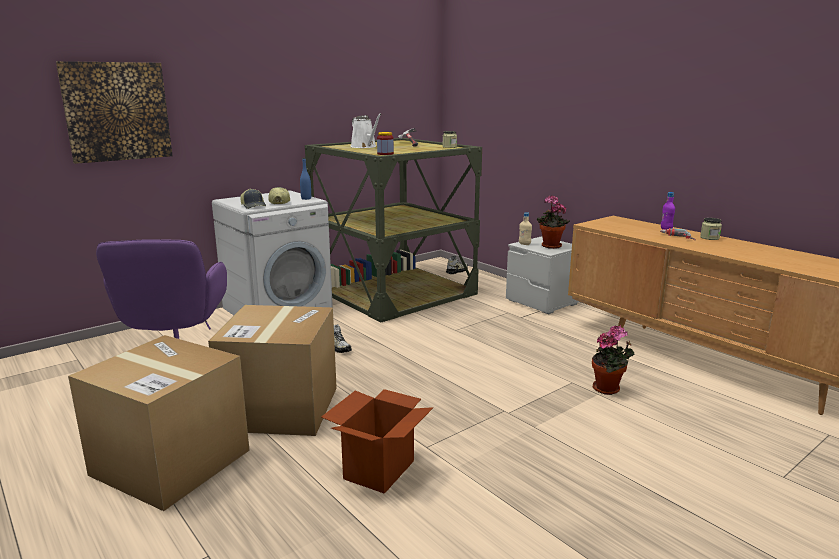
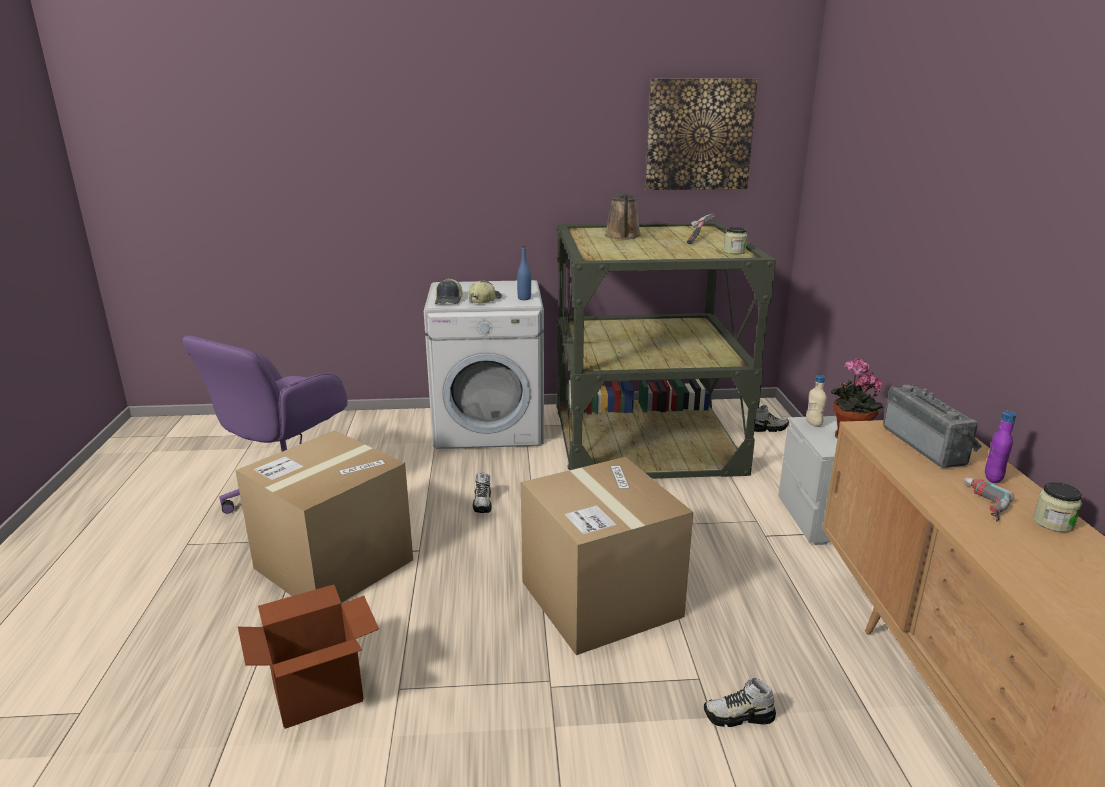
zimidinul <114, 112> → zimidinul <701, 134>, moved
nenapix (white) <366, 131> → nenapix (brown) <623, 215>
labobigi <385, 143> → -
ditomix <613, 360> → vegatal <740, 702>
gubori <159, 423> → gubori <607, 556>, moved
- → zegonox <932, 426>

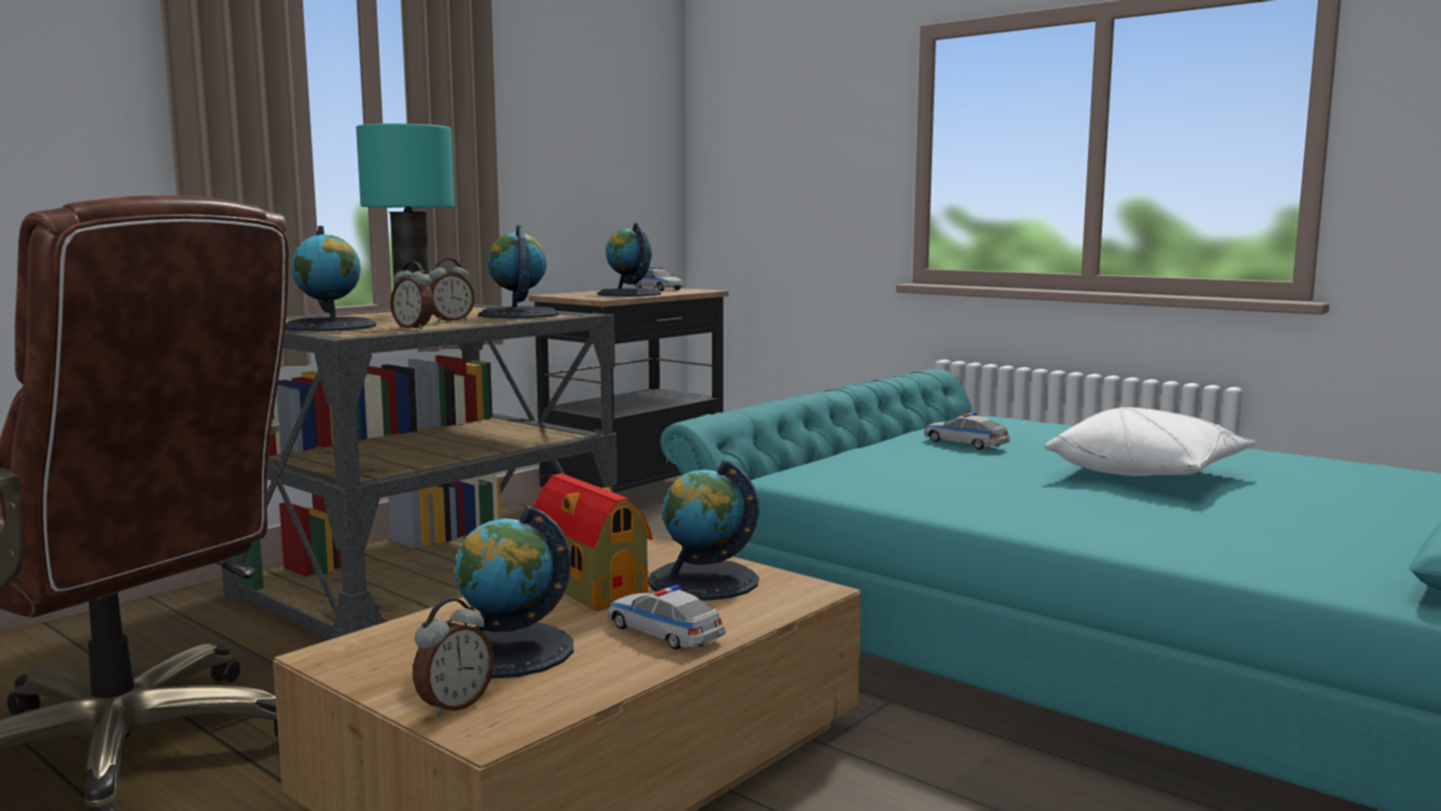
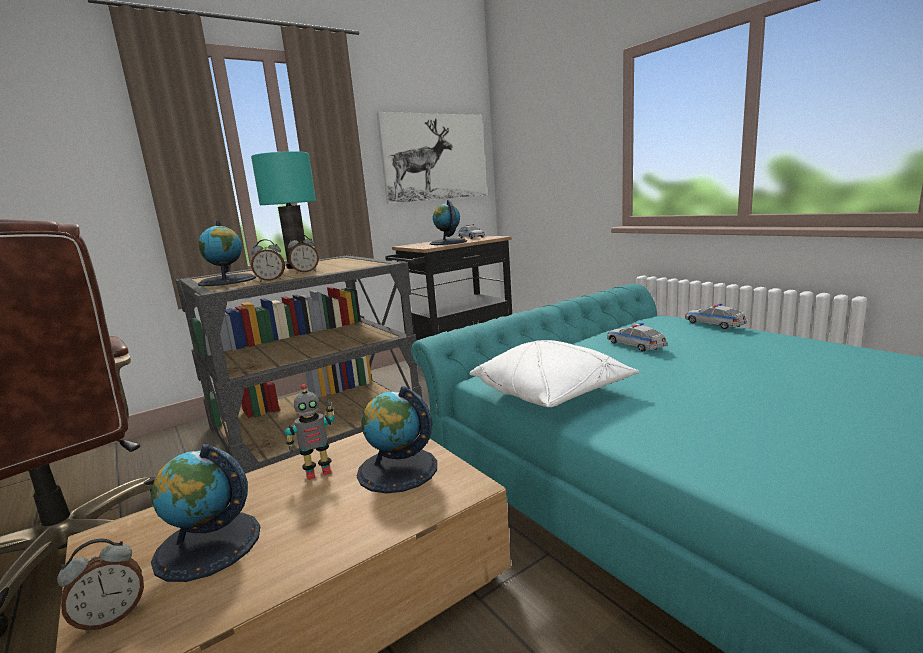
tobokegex <518, 271> → -
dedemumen <412, 295> → dedemumen <268, 260>, 60 degrees counterclockwise
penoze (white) <1150, 441> → penoze (white) <554, 373>, moved
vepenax <593, 542> → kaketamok <310, 432>
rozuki <667, 617> → rozuki <716, 316>, moved
- → zimidinul <432, 158>

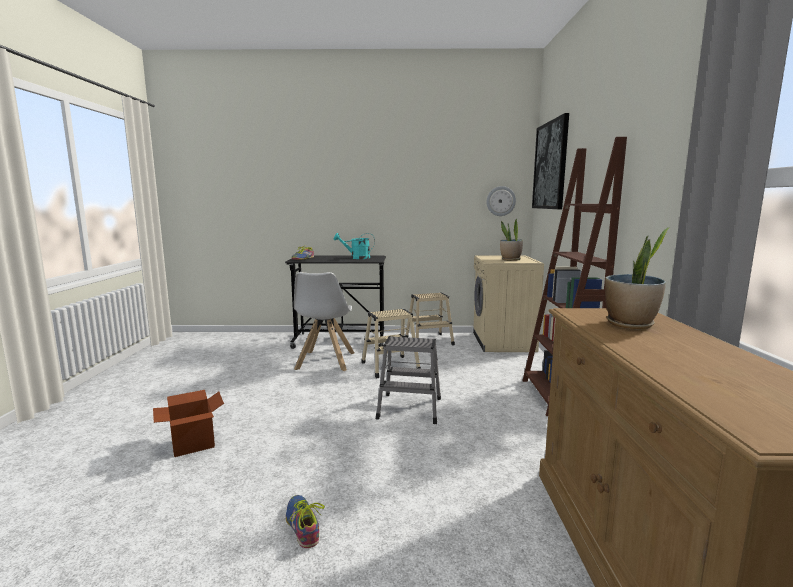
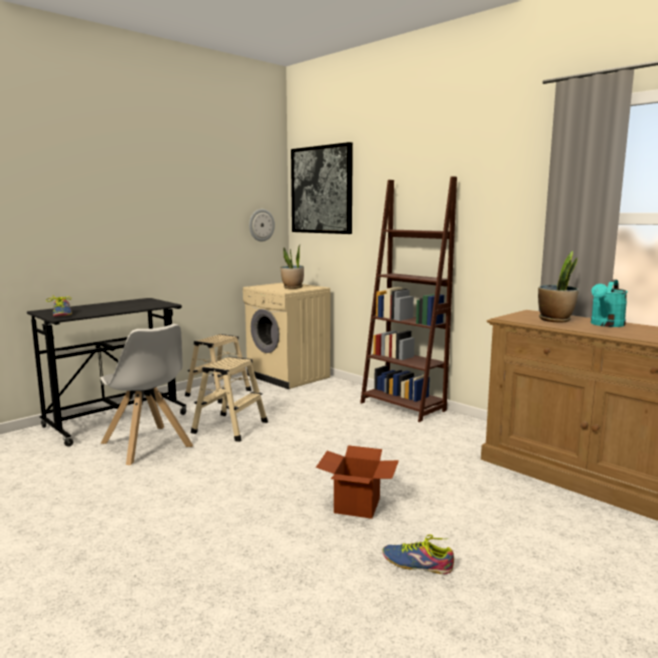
nenapix (turquoise) <354, 246> → nenapix (turquoise) <609, 303>, moved
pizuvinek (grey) <408, 380> → -
gubori <188, 423> → gubori <357, 482>, moved

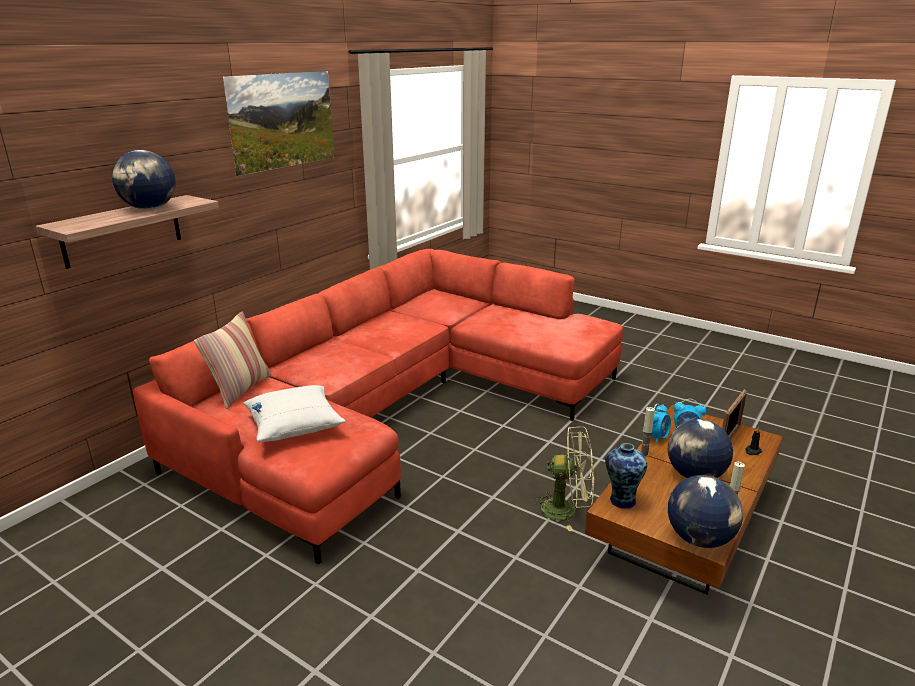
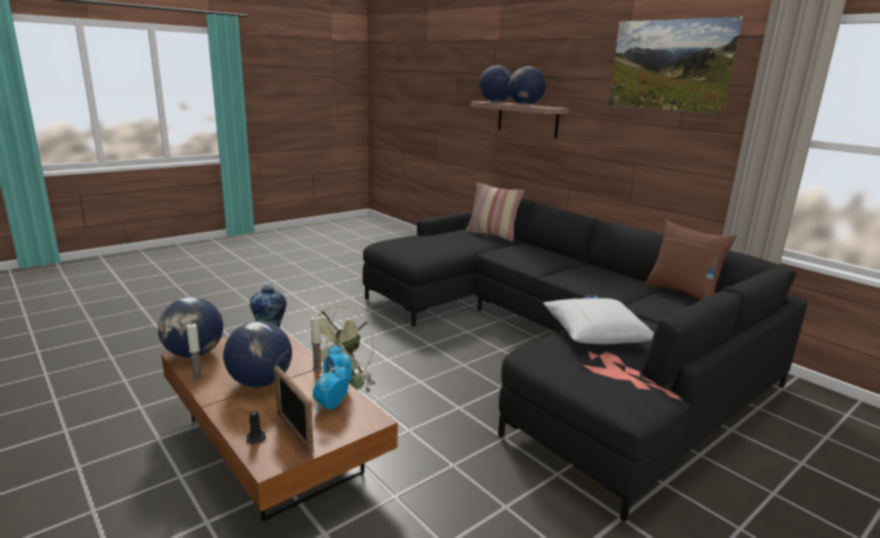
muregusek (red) <378, 406> → muregusek (black) <585, 360>
penoze (grey) <294, 413> → penoze (grey) <598, 319>, moved
- → tobokegex <495, 83>
- → penoze (brown) <690, 260>

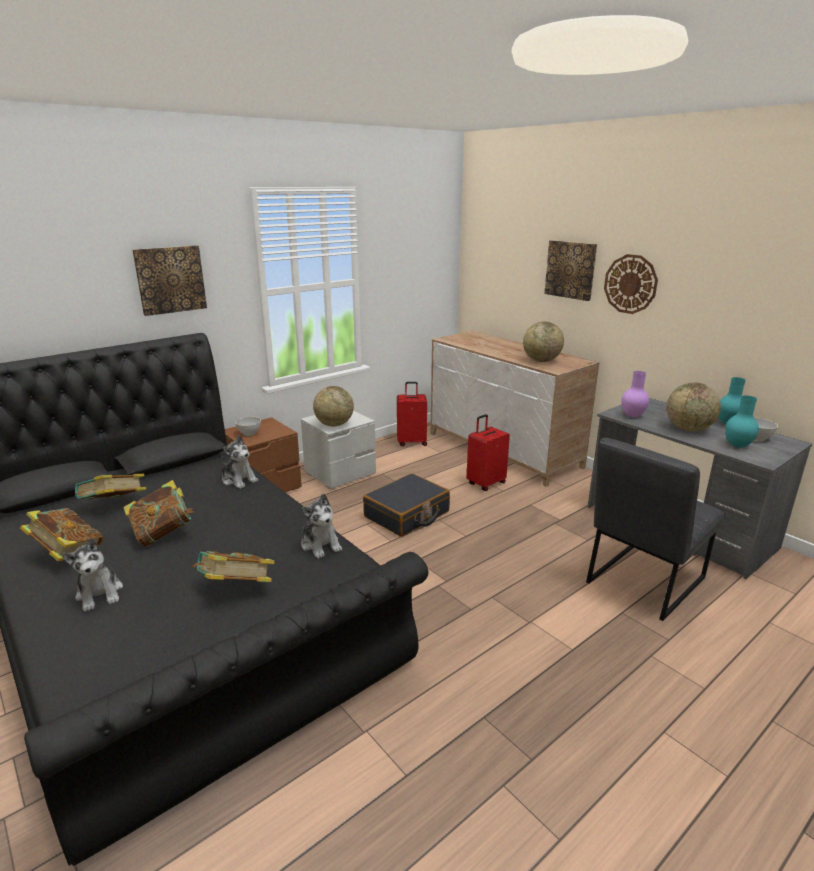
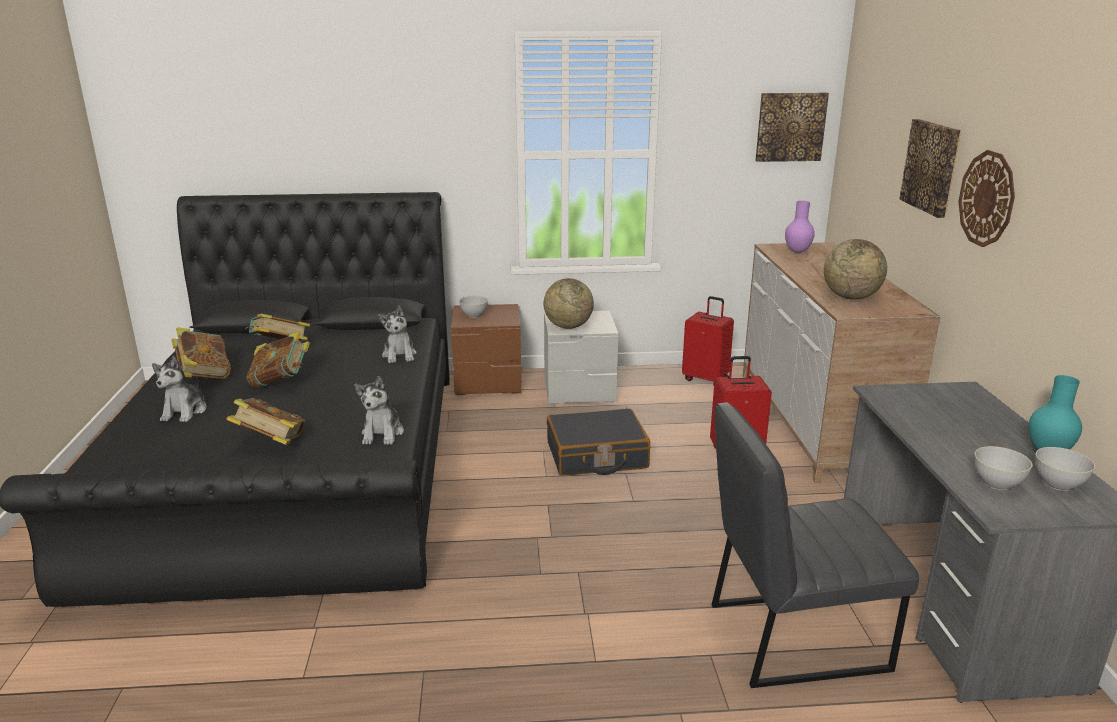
zimidinul <169, 280> → zimidinul <792, 127>, moved
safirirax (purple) <635, 394> → safirirax (purple) <800, 227>, moved
tobokegex <694, 406> → -
safirirax (turquoise) <742, 421> → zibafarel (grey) <1003, 468>

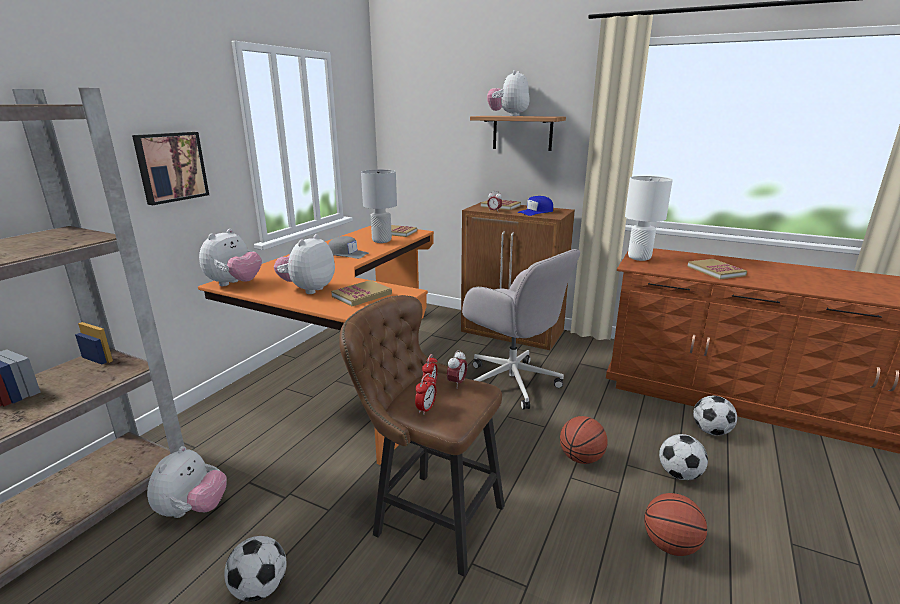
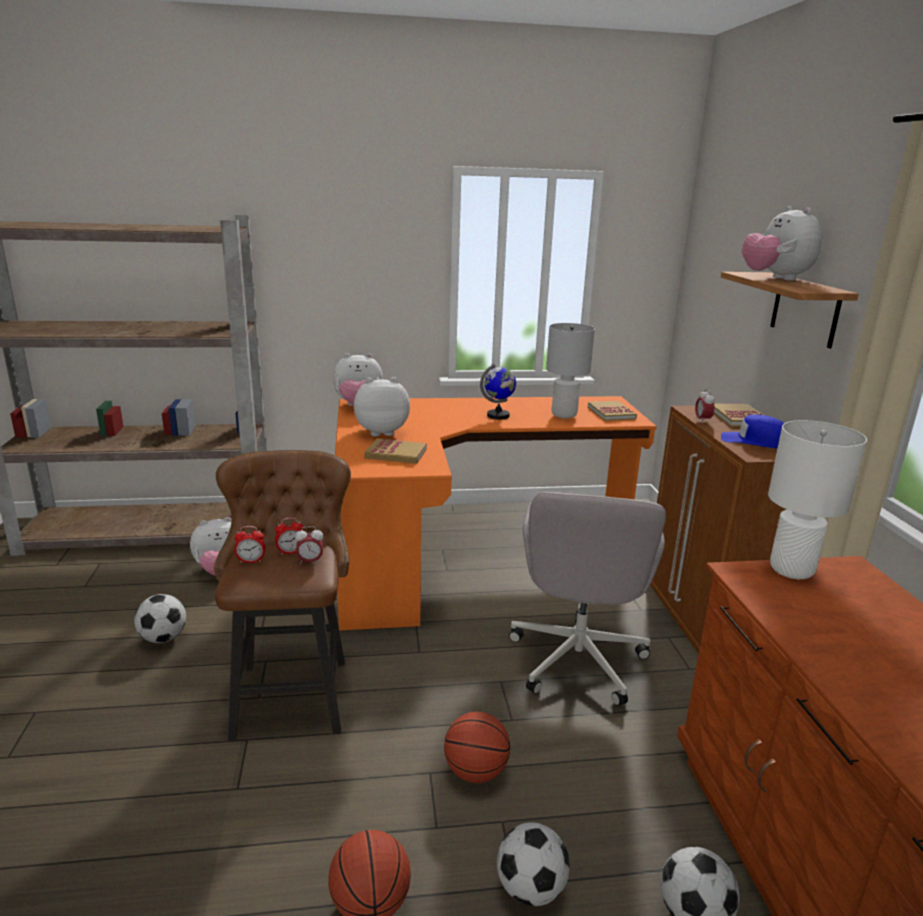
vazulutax <508, 93> → vazulutax <782, 243>, 90 degrees counterclockwise
zimidinul <170, 168> → -
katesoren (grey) <348, 247> → tobokegex <498, 392>
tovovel <717, 269> → -

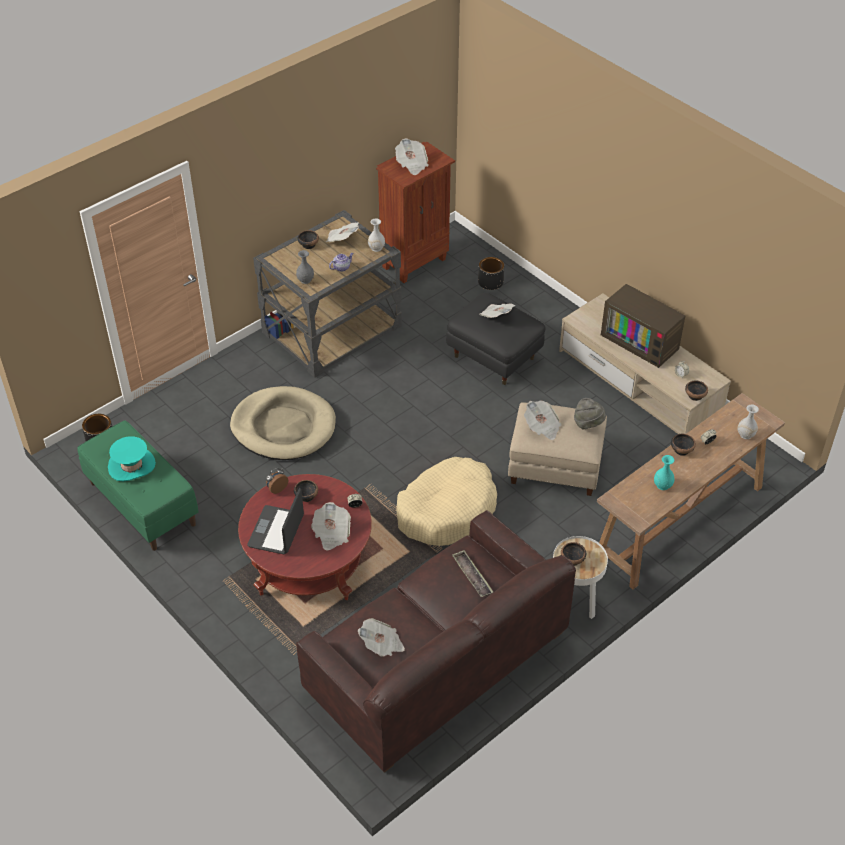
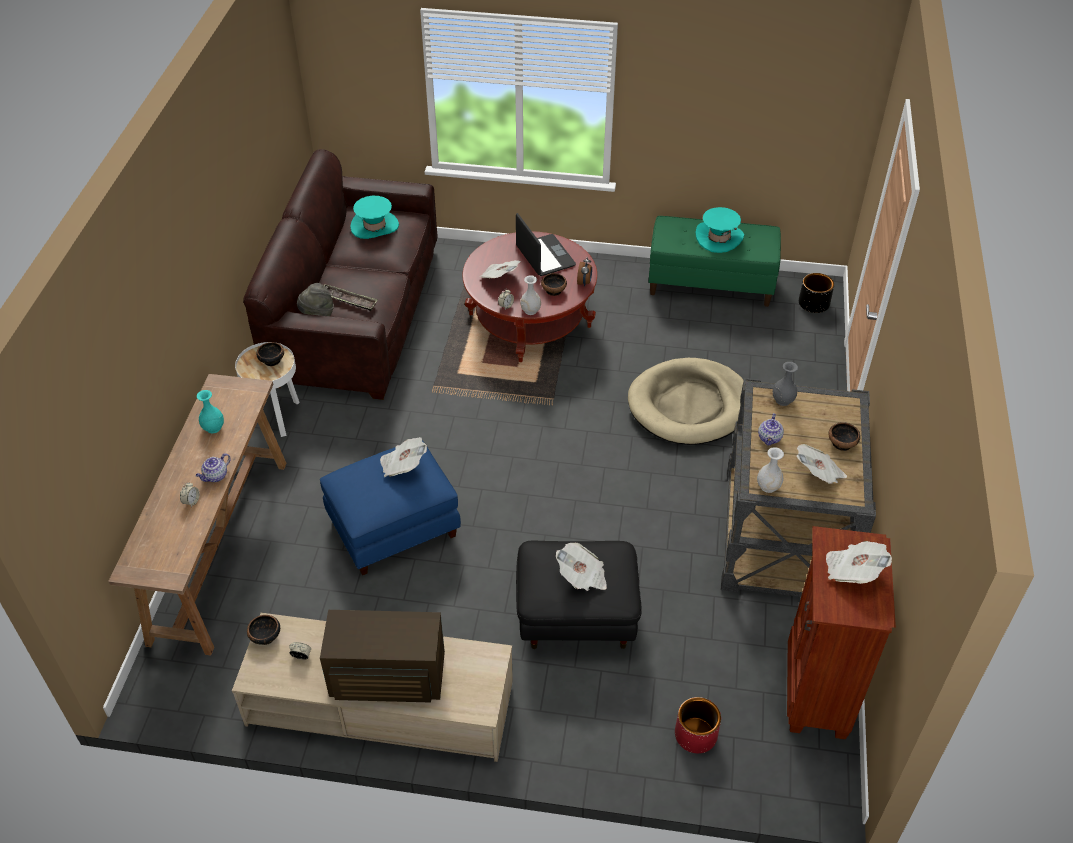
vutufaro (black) <491, 273> → vutufaro (red) <698, 725>
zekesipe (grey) <590, 414> → zekesipe (grey) <315, 299>, moved
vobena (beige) <557, 449> → vobena (blue) <390, 507>
safirirax (white) <748, 421> → safirirax (white) <530, 295>, moved
zibafarel <683, 444> → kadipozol <213, 467>
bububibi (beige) <446, 501> → -
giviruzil <381, 637> → zekesipe (turquoise) <374, 217>

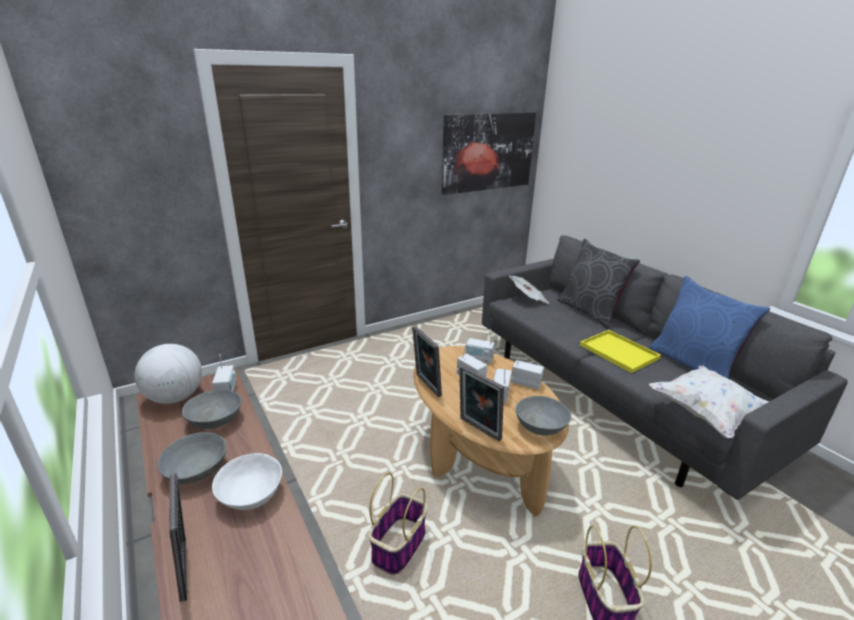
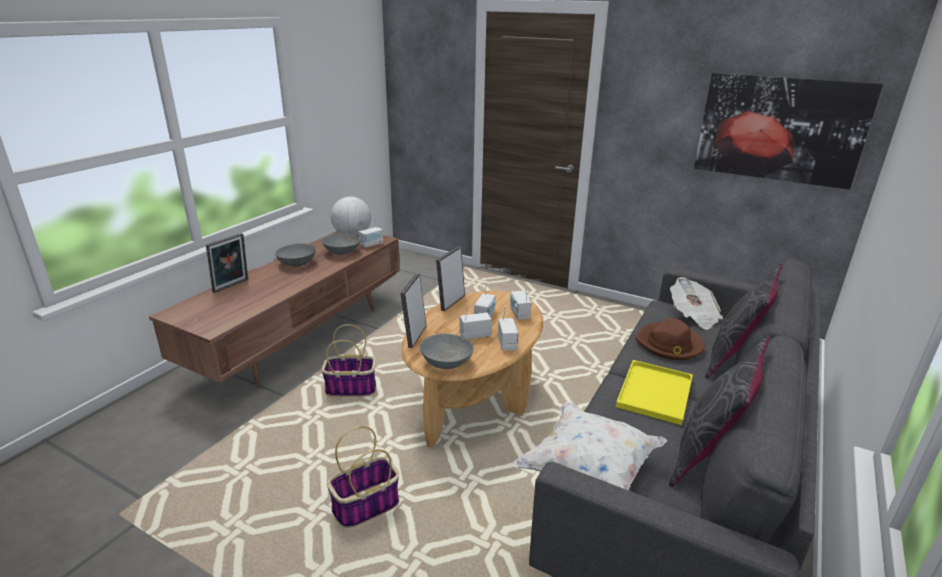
penoze (blue) <709, 327> → penoze (grey) <719, 411>
zibafarel (white) <247, 481> → -
- → zekesipe (brown) <670, 339>

